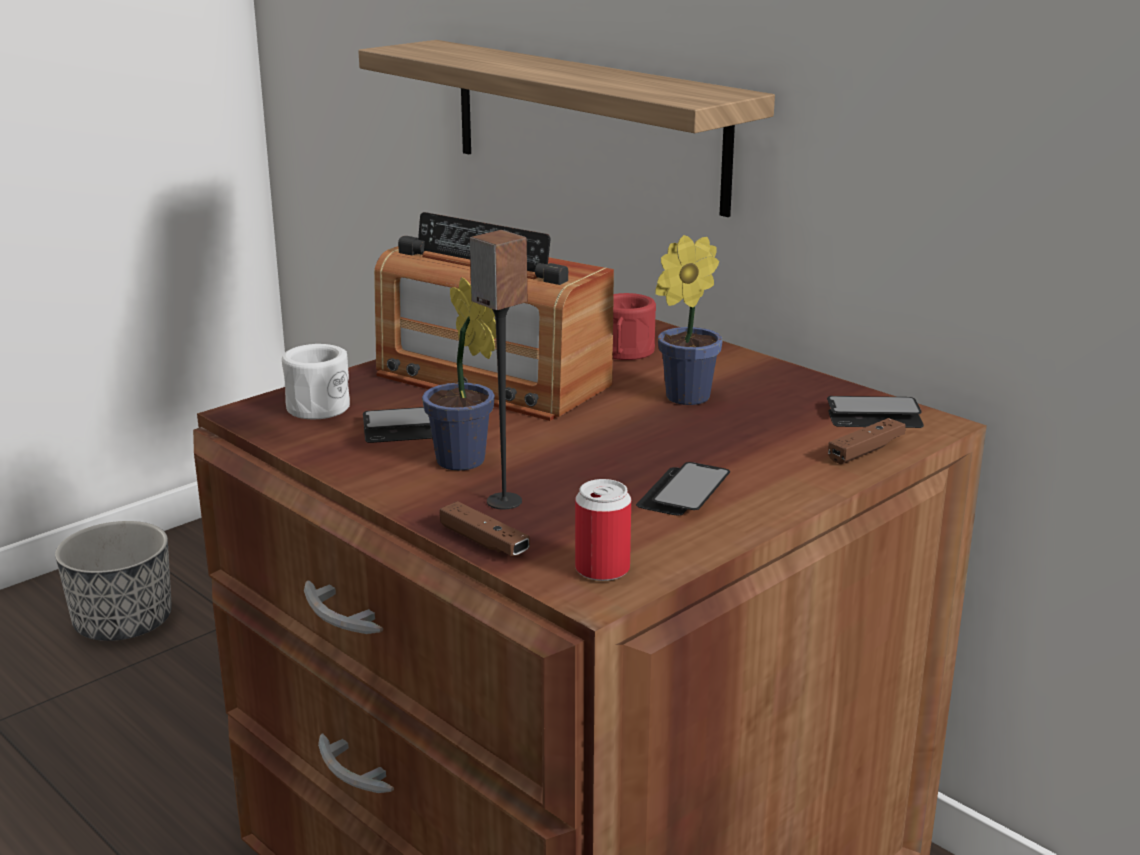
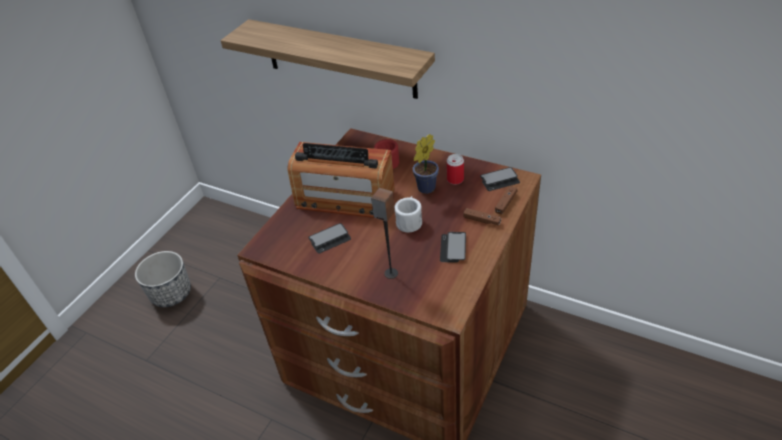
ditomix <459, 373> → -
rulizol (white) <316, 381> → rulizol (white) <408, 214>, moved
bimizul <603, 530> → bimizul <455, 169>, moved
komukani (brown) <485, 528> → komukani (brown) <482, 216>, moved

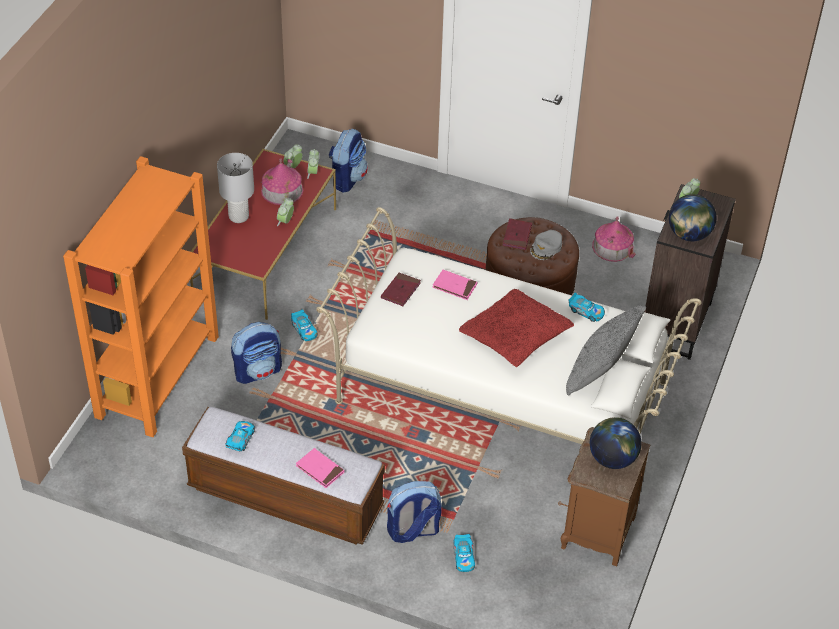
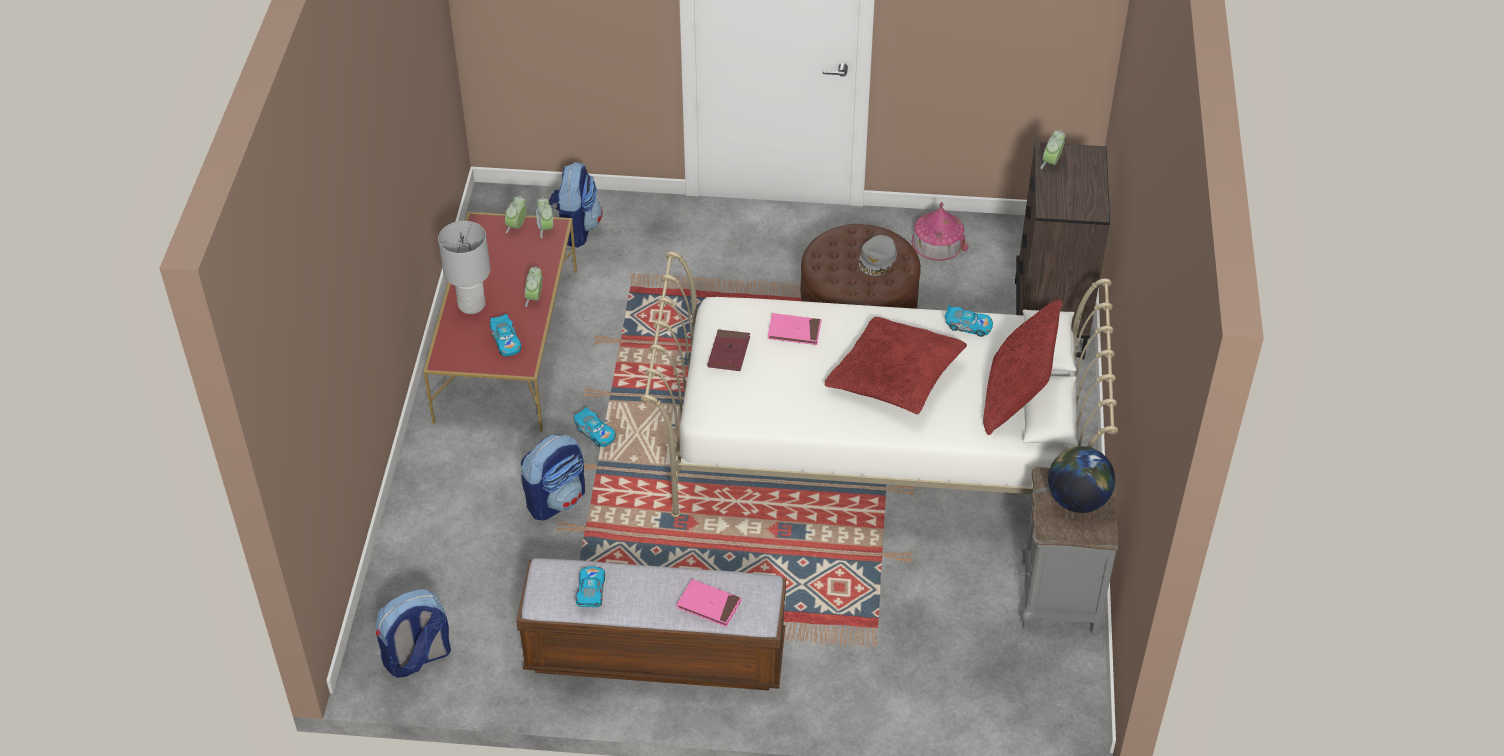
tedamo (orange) <141, 296> → -
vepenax <282, 181> → -
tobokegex <692, 217> → -
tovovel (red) <517, 234> → -
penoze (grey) <606, 350> → penoze (red) <1022, 367>
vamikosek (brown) <604, 496> → vamikosek (grey) <1066, 551>
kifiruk <414, 512> → kifiruk <413, 633>, moved
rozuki <464, 553> → rozuki <505, 335>, moved

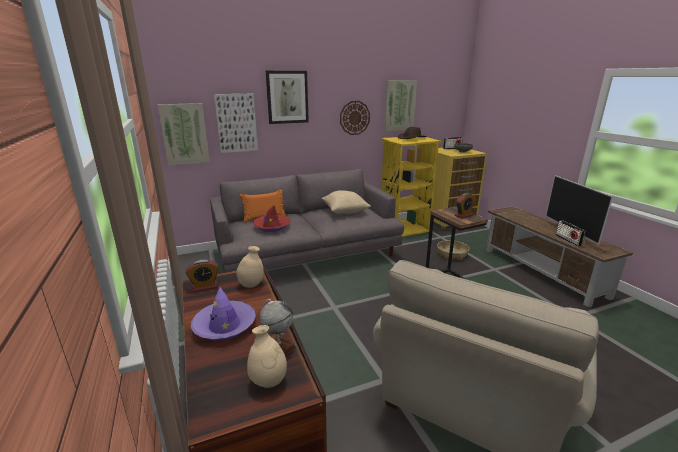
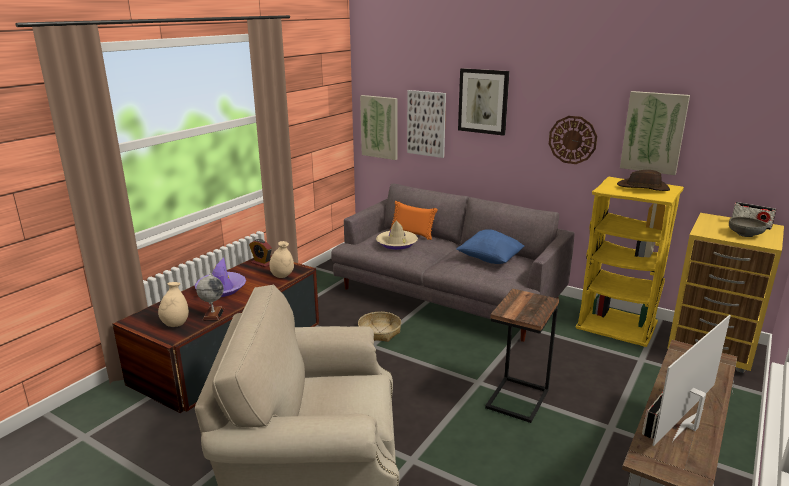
penoze (beige) <346, 202> → penoze (blue) <490, 246>
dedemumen <465, 205> → -
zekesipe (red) <271, 218> → zekesipe (beige) <397, 235>
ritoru <453, 250> → ritoru <379, 327>, moved

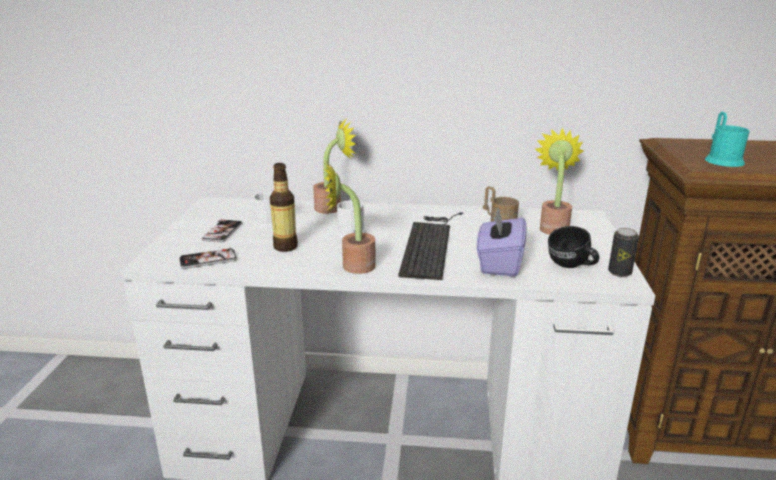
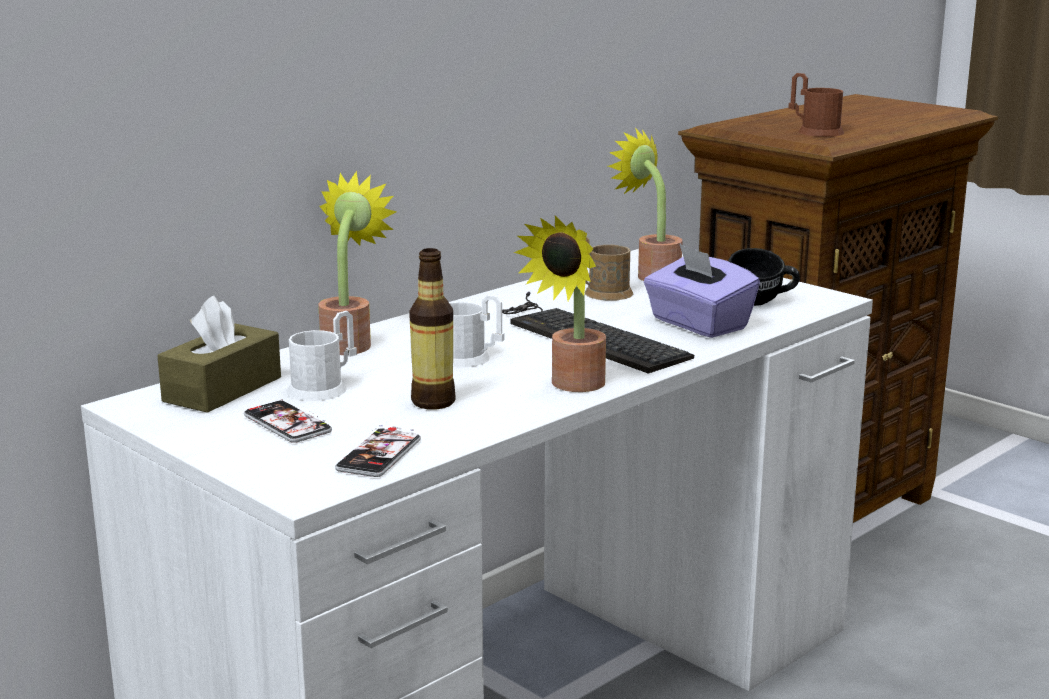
rulizol (turquoise) <727, 139> → rulizol (brown) <816, 105>
bimizul <623, 252> → -
- → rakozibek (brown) <219, 354>

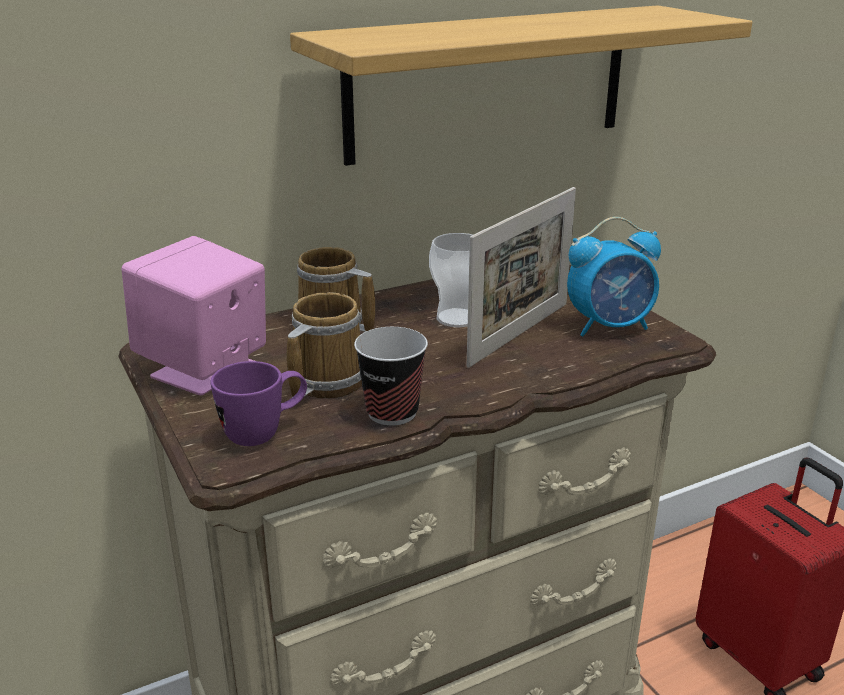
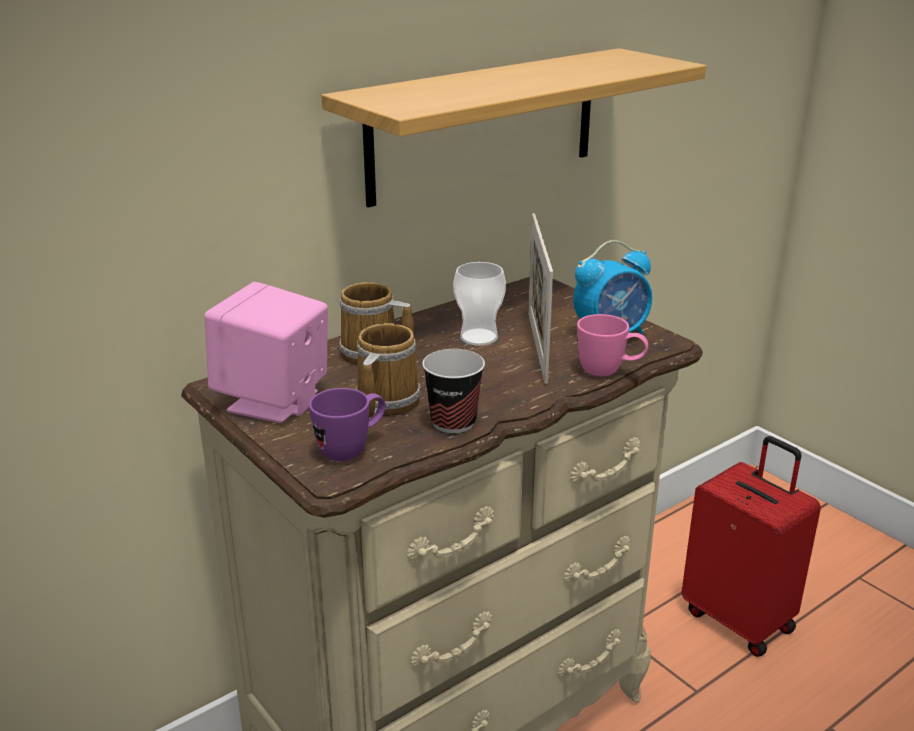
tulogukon <521, 277> → tulogukon <540, 298>, 150 degrees clockwise
- → rulizol (pink) <612, 345>

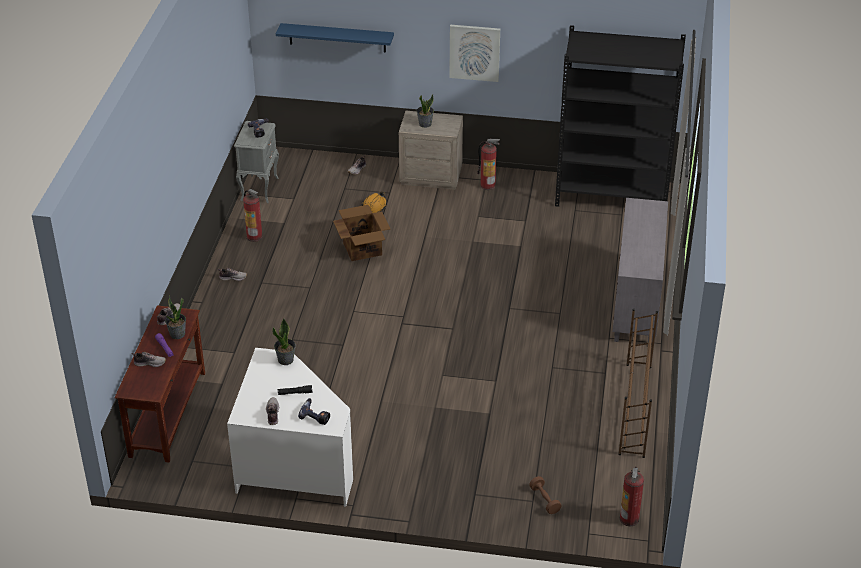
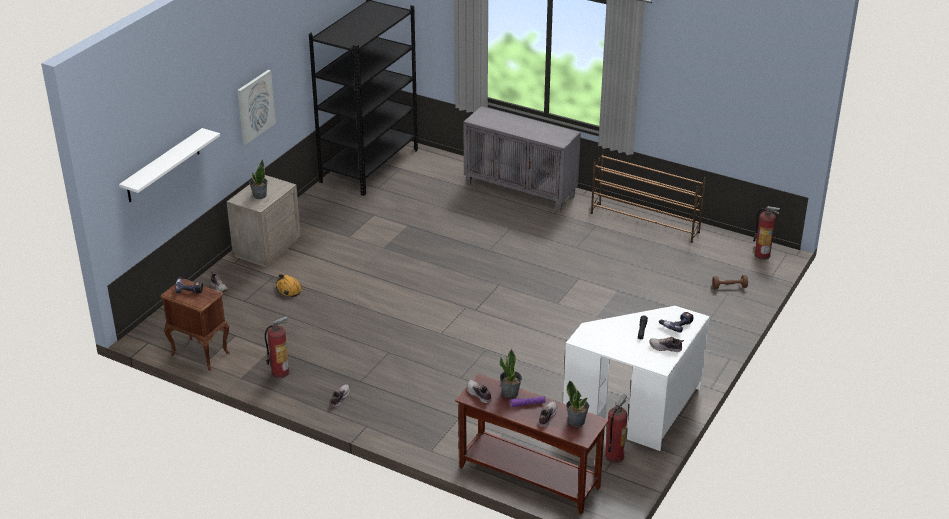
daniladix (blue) <335, 37> → daniladix (white) <169, 165>
vamikosek (grey) <256, 162> → vamikosek (brown) <195, 325>
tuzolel <488, 164> → tuzolel <616, 428>, moved
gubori <361, 233> → -
ditomix <284, 342> → ditomix <577, 403>, moved

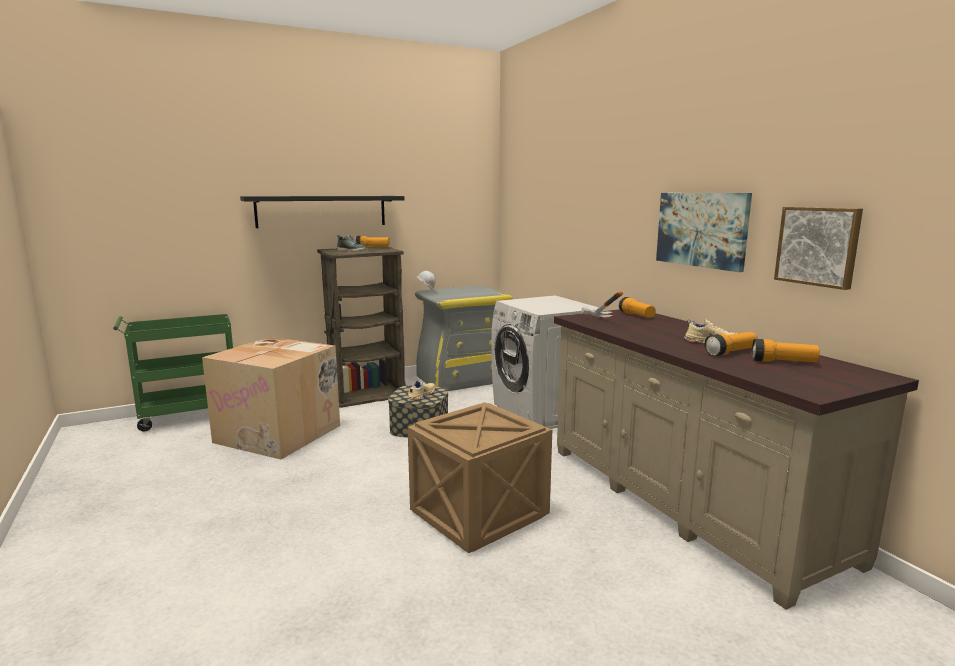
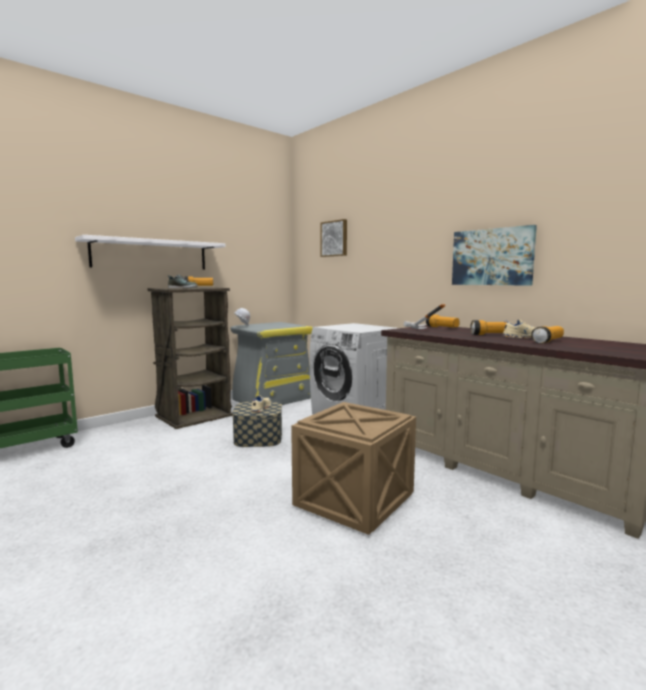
daniladix (black) <322, 212> → daniladix (white) <150, 252>
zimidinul <818, 248> → zimidinul <333, 238>, moved
gubori <271, 398> → -
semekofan <786, 350> → semekofan <492, 327>, moved

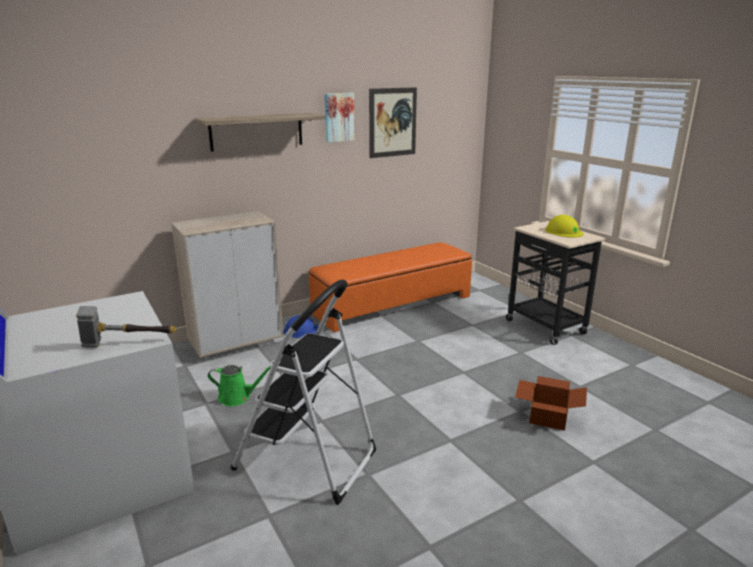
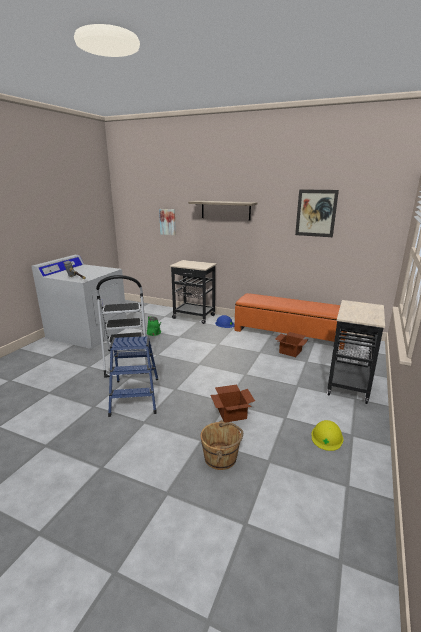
zimidinul <339, 118> → zimidinul <167, 222>, moved
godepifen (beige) <227, 285> → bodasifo <193, 292>
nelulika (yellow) <564, 226> → nelulika (yellow) <327, 435>, moved
- → gubori <292, 344>
- → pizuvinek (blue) <133, 376>
- → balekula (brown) <221, 445>

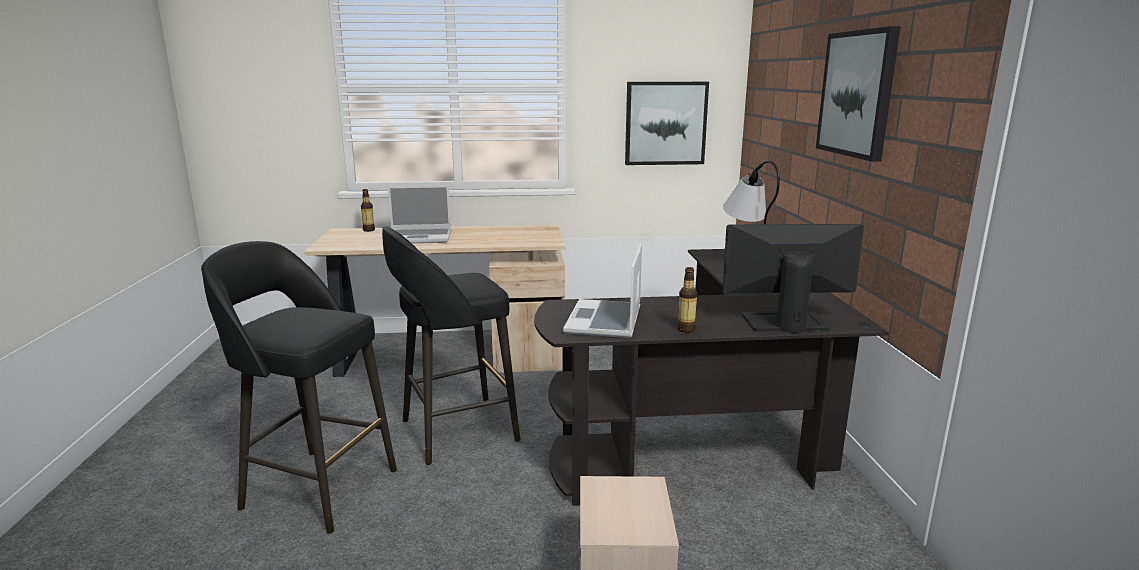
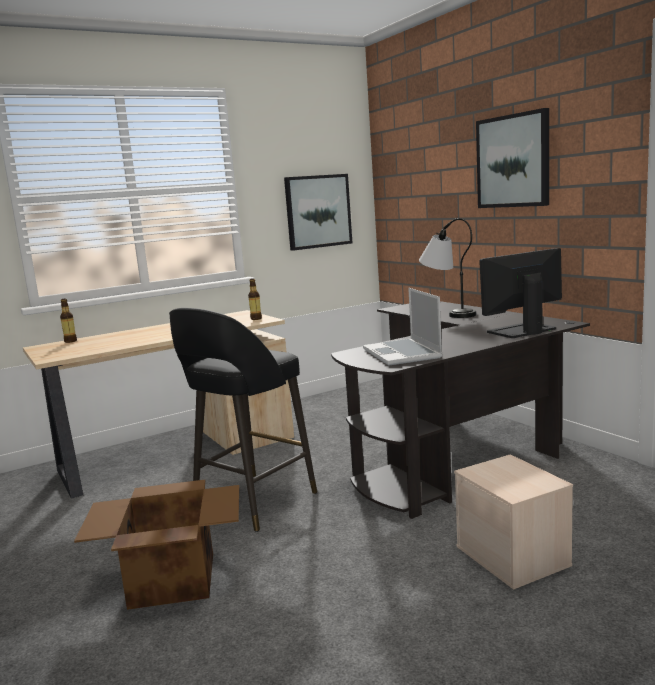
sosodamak <419, 214> → -
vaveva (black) <299, 387> → gubori <156, 545>
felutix <687, 300> → felutix <255, 299>, moved

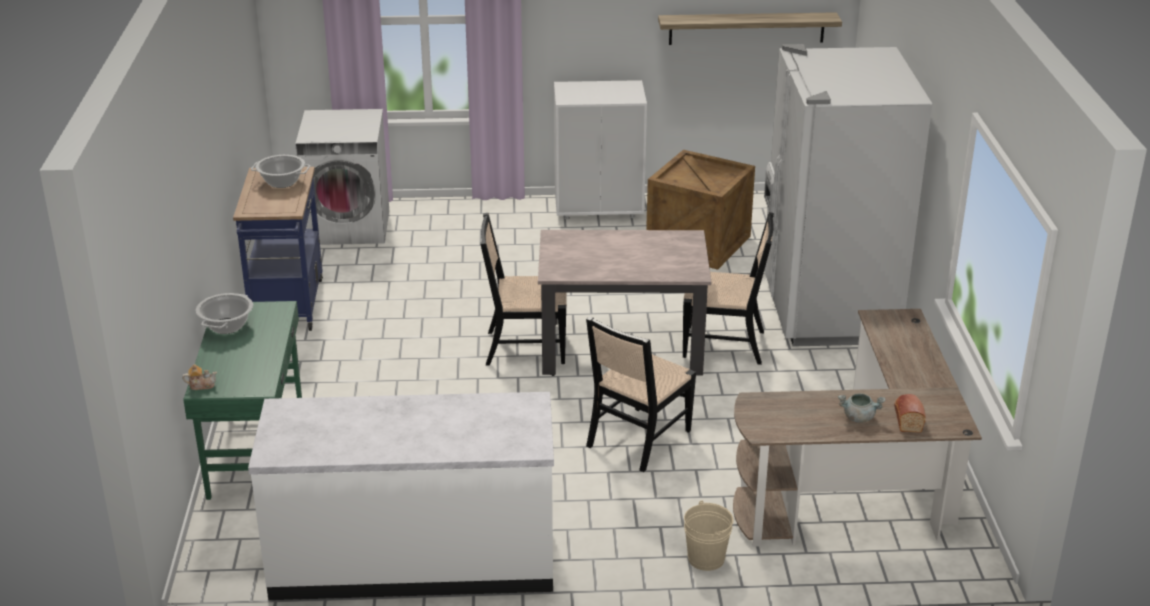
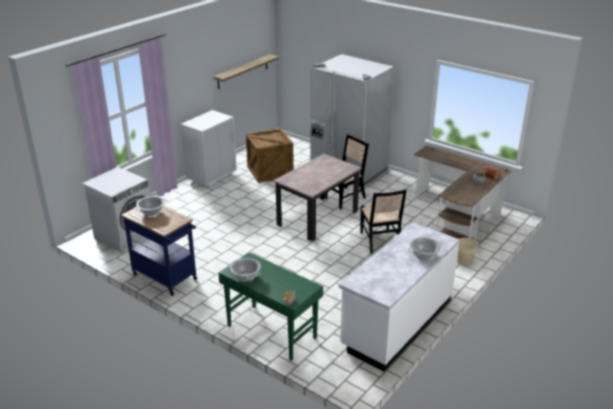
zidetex <523, 289> → -
- → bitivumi <425, 248>

